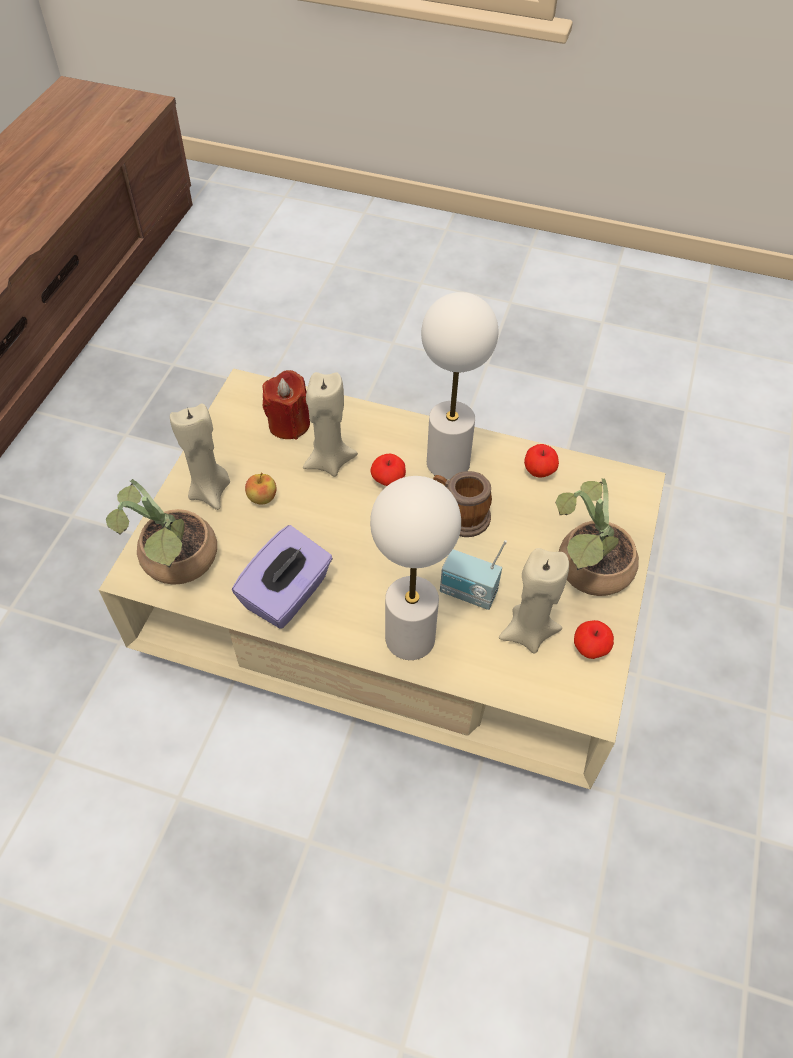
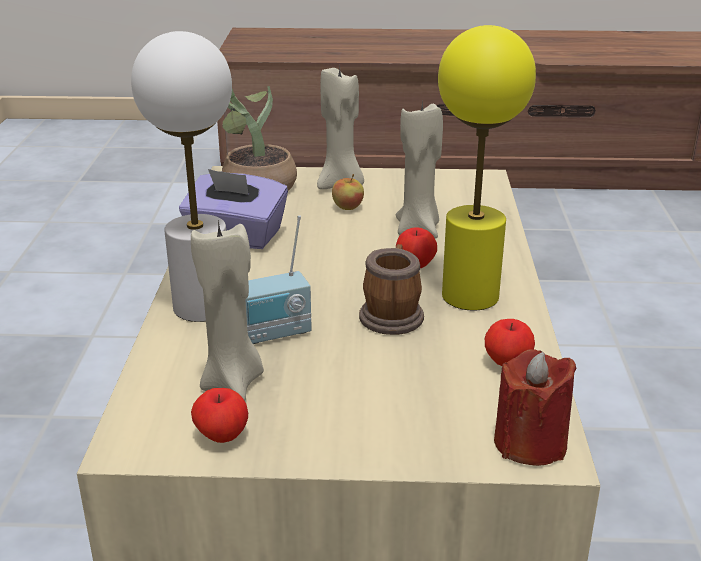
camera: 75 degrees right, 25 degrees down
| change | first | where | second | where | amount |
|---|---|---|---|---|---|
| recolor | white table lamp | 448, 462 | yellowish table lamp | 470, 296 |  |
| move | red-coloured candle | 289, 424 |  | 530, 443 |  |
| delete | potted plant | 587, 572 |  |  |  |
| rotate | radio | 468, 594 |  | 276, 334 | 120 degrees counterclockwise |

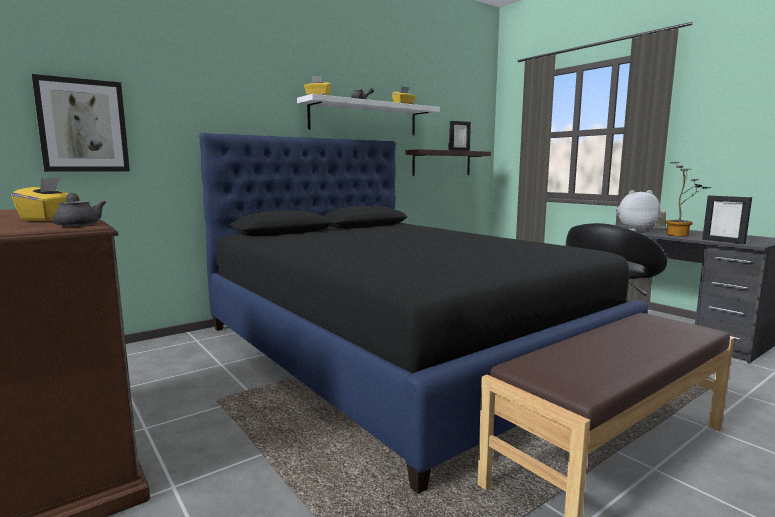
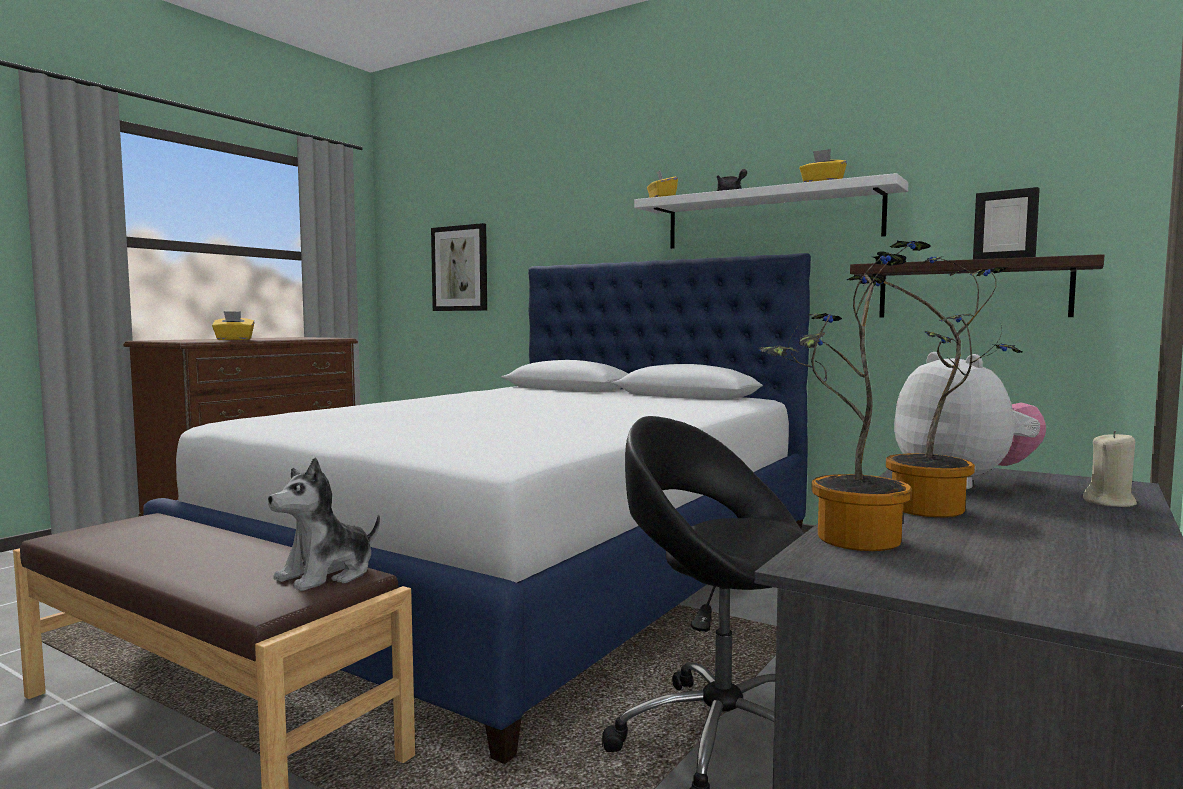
camera: 70 degrees right, 5 degrees down
| change | first | where | second | where | amount |
|---|---|---|---|---|---|
| recolor | black-coloured bed | 396, 350 | white bed | 531, 574 |  |
| delete | greyish pot for tea | 78, 224 |  |  |  |
| replace | standing frame | 723, 241 | potted plant | 845, 540 |  |
| insert |  |  | cuddly toy | 327, 575 |  |

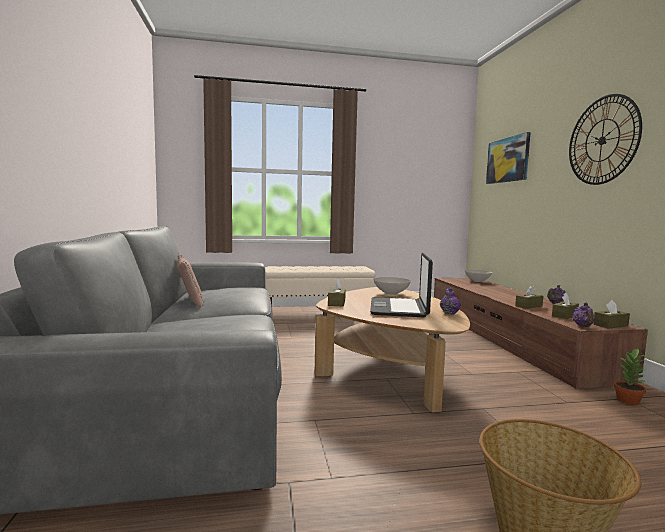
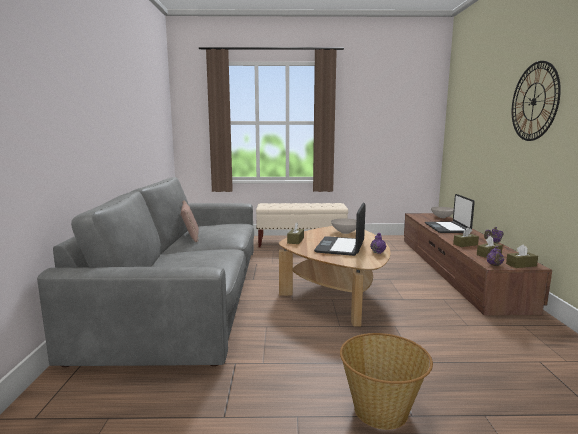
camera: 10 degrees right, 5 degrees up
| change | first | where | second | where | amount |
|---|---|---|---|---|---|
| delete | picture | 507, 160 |  |  |  |
| delete | potted plant | 628, 401 |  |  |  |
| insert |  |  | notebook computer | 447, 228 |  |

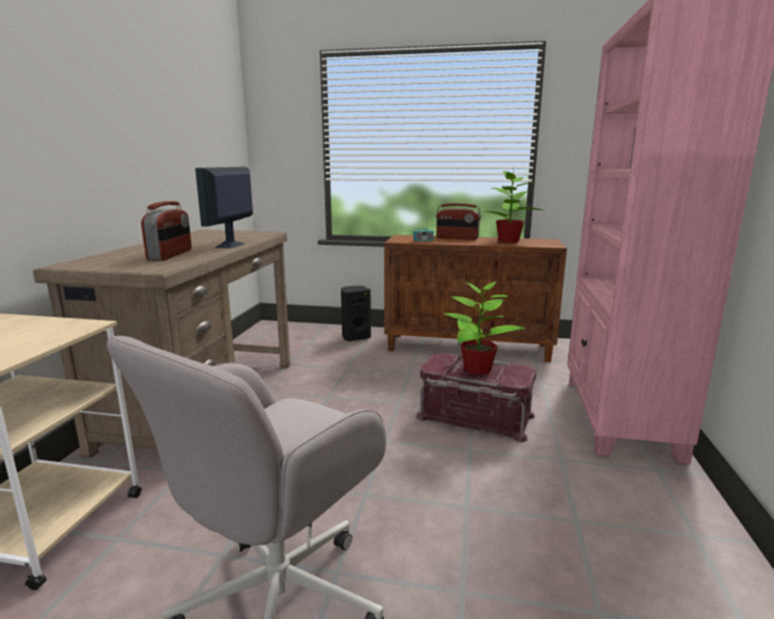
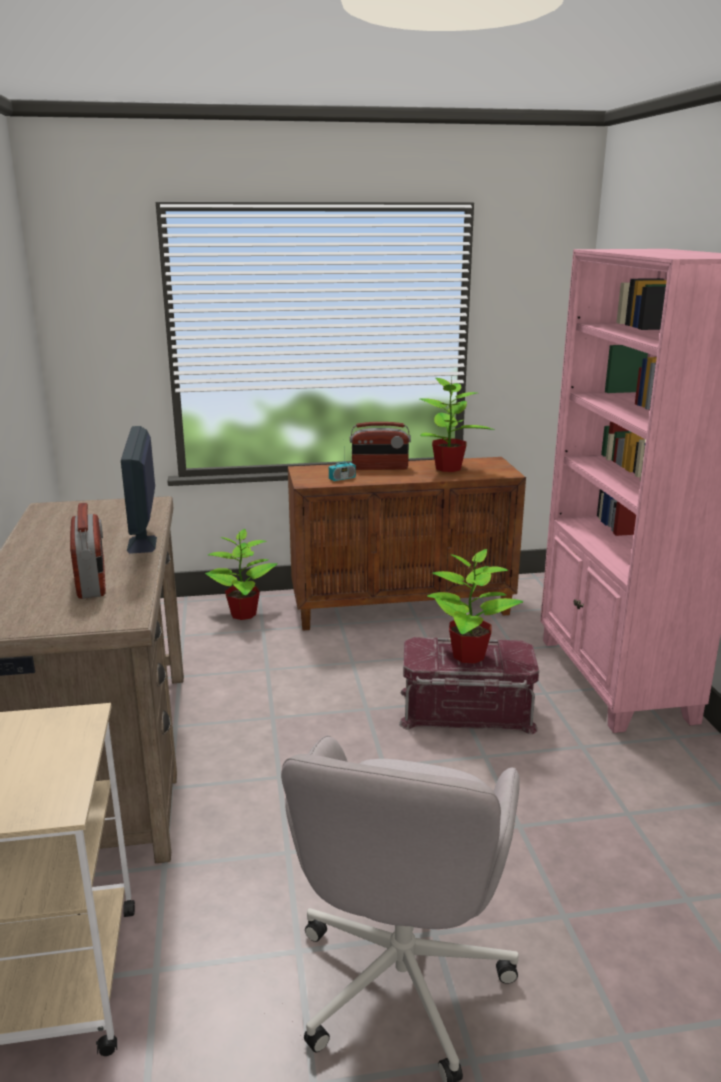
camera: 20 degrees left, 5 degrees up
| change | first | where | second | where | amount |
|---|---|---|---|---|---|
| replace | black-coloured speaker | 355, 337 | potted plant | 242, 614 |  |

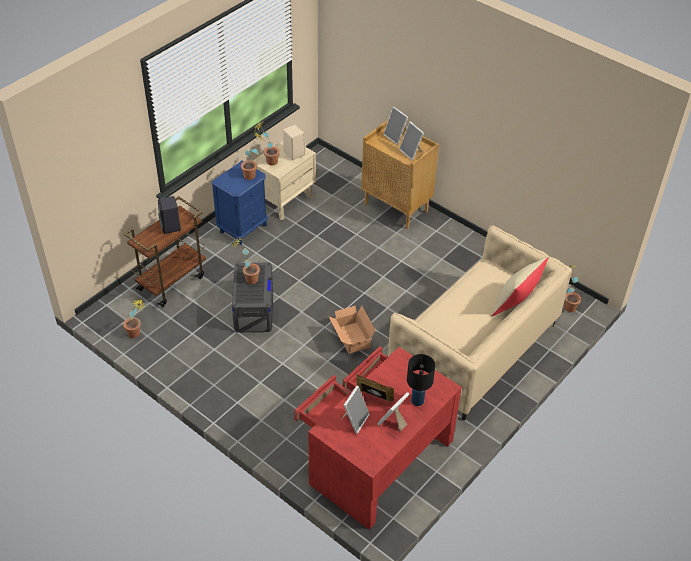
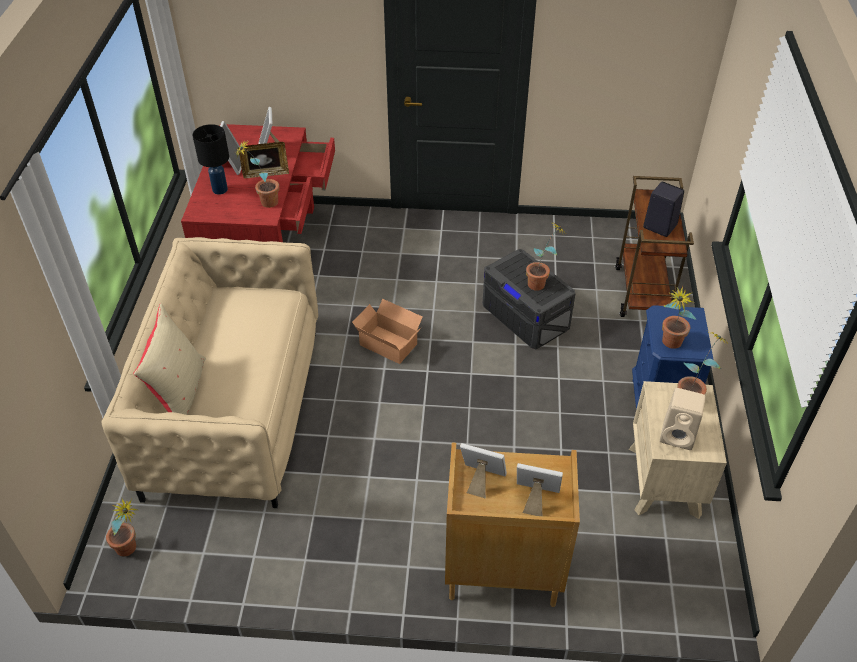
camera: 145 degrees right, 0 degrees up
| change | first | where | second | where | amount |
|---|---|---|---|---|---|
| move | potted plant | 137, 334 |  | 264, 202 |  |

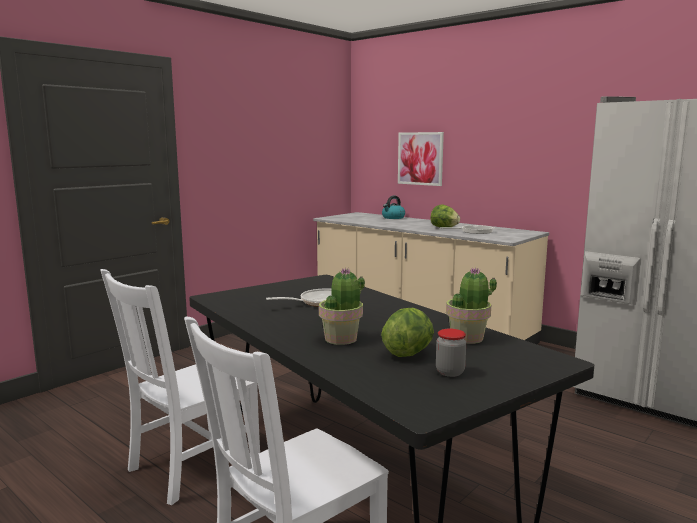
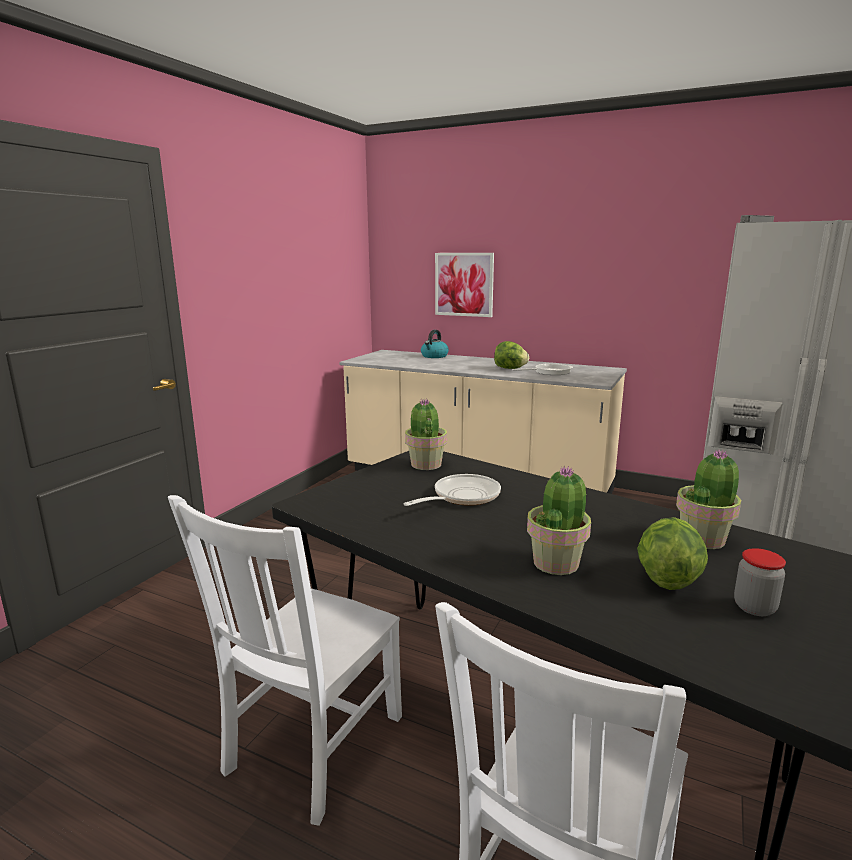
camera: 15 degrees left, 5 degrees up
| change | first | where | second | where | amount |
|---|---|---|---|---|---|
| insert |  |  | potted plant | 426, 465 |  |

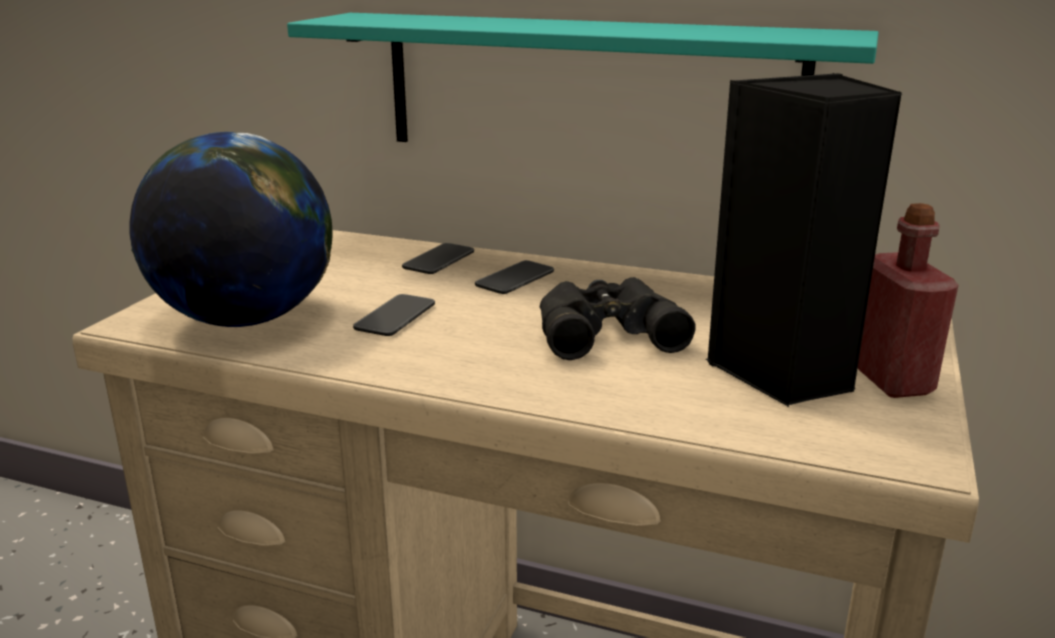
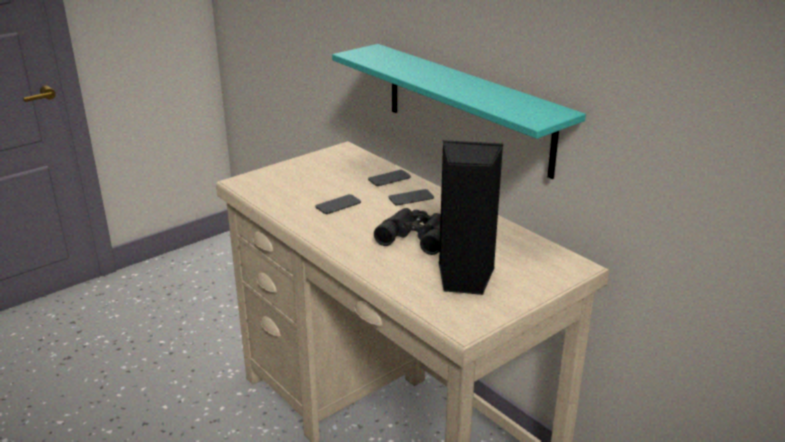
camera: 30 degrees right, 5 degrees up
| change | first | where | second | where | amount |
|---|---|---|---|---|---|
| delete | world globe | 246, 320 |  |  |  |
| delete | red-coloured drink bottle | 891, 380 |  |  |  |

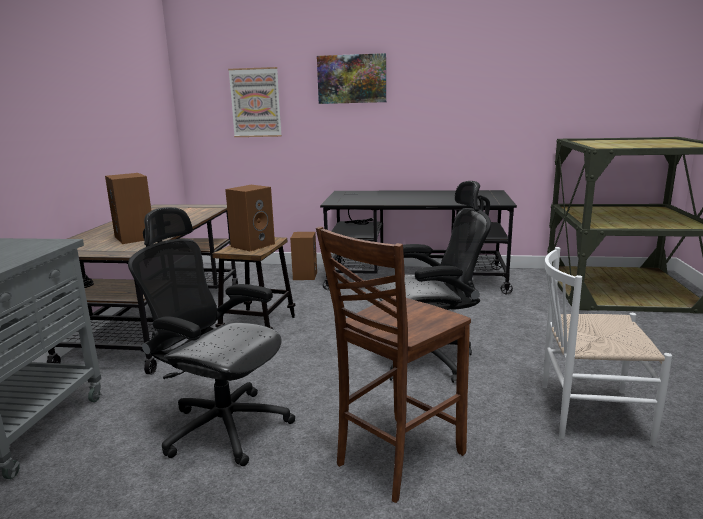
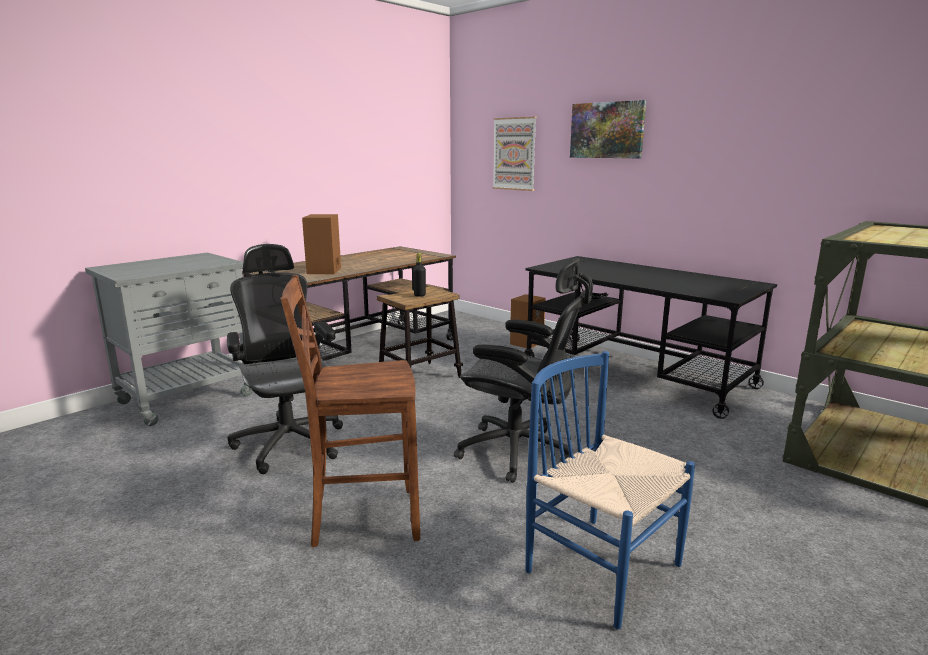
camera: 35 degrees right, 0 degrees up
| change | first | where | second | where | amount |
|---|---|---|---|---|---|
| replace | brown speaker | 253, 245 | black-coloured drink bottle | 419, 295 |  |
| recolor | white upright chair | 587, 413 | bluish upright chair | 597, 565 |  |

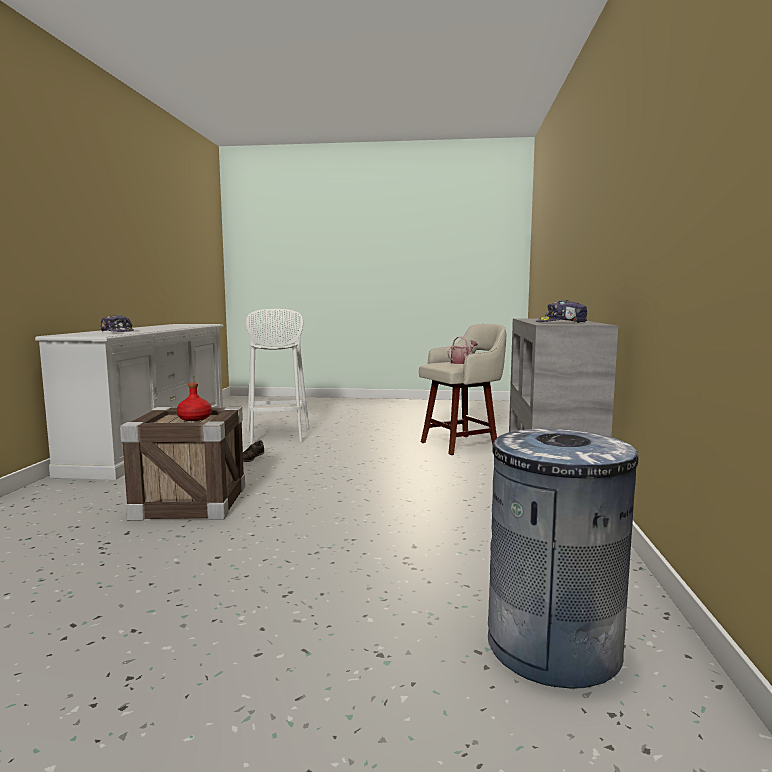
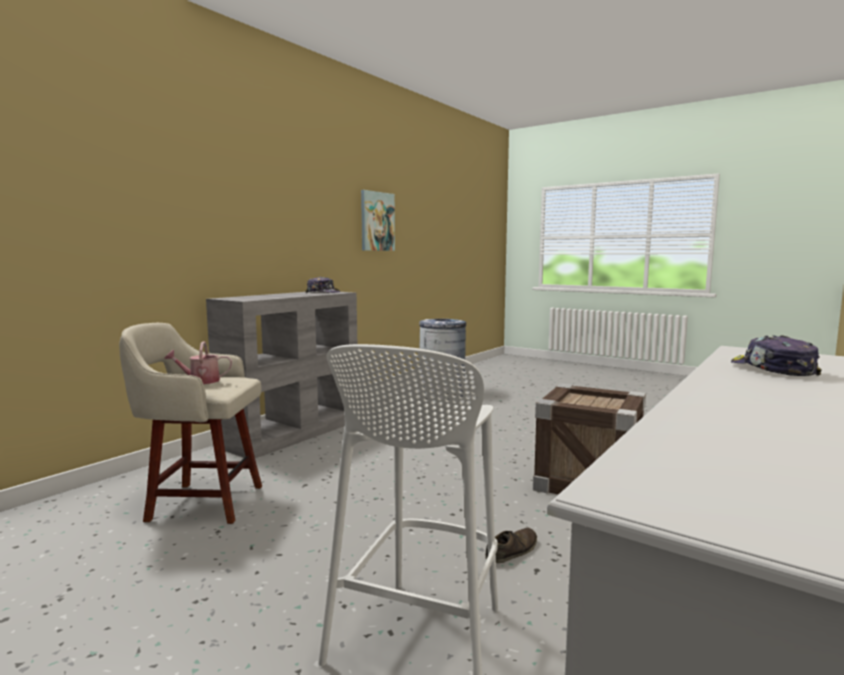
camera: 150 degrees left, 0 degrees up
| change | first | where | second | where | amount |
|---|---|---|---|---|---|
| delete | red-coloured drink bottle | 194, 418 |  |  |  |
| insert |  |  | picture | 377, 221 |  |

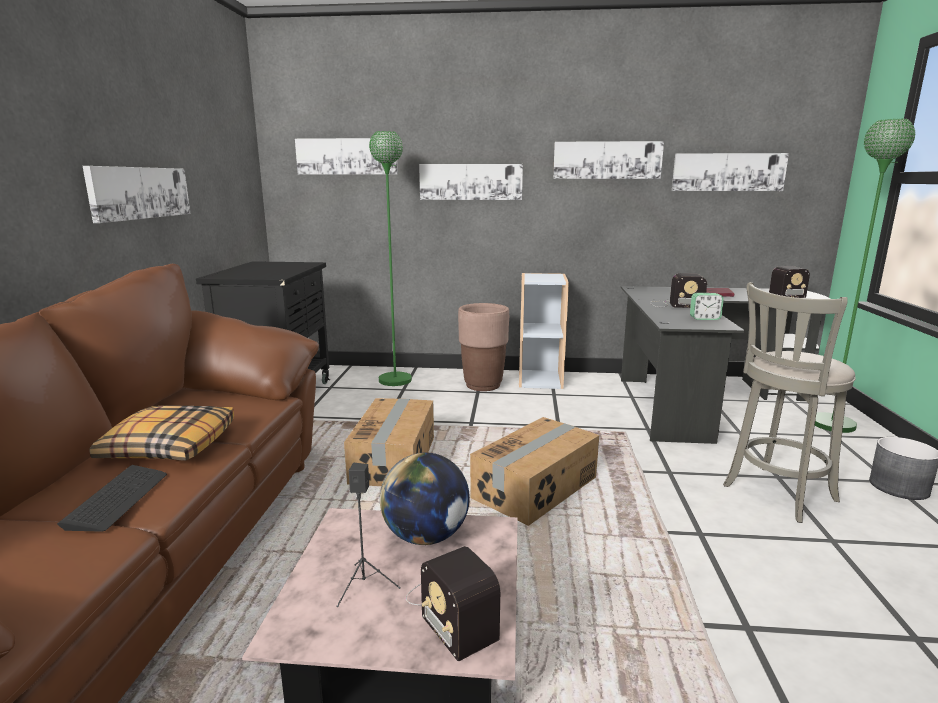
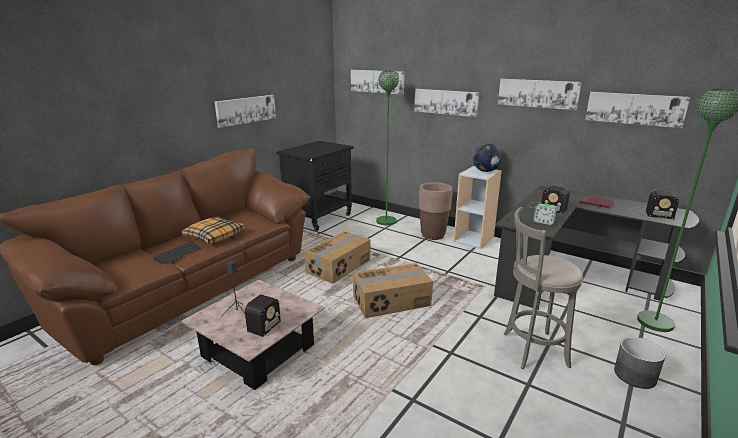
camera: 30 degrees right, 5 degrees up
| change | first | where | second | where | amount |
|---|---|---|---|---|---|
| move | world globe | 426, 536 |  | 485, 171 |  |
| rotate | radio | 451, 610 |  | 255, 331 | 150 degrees counterclockwise |

